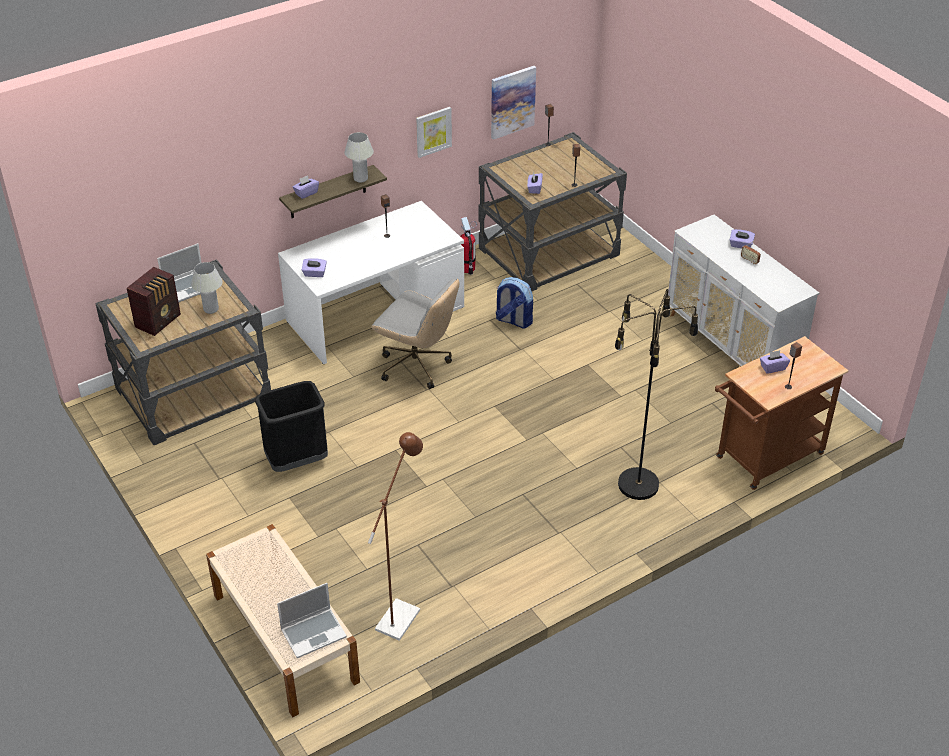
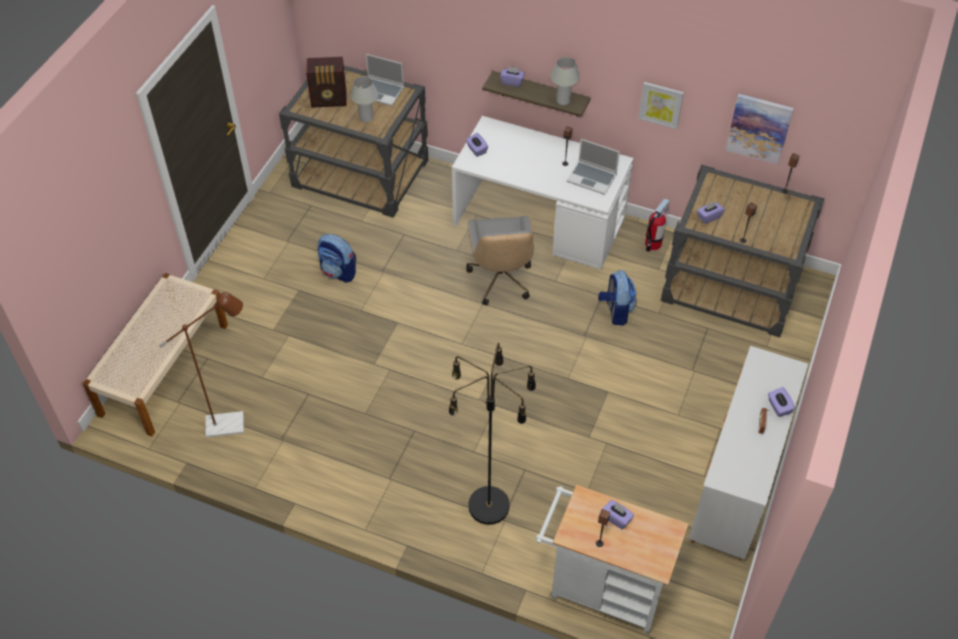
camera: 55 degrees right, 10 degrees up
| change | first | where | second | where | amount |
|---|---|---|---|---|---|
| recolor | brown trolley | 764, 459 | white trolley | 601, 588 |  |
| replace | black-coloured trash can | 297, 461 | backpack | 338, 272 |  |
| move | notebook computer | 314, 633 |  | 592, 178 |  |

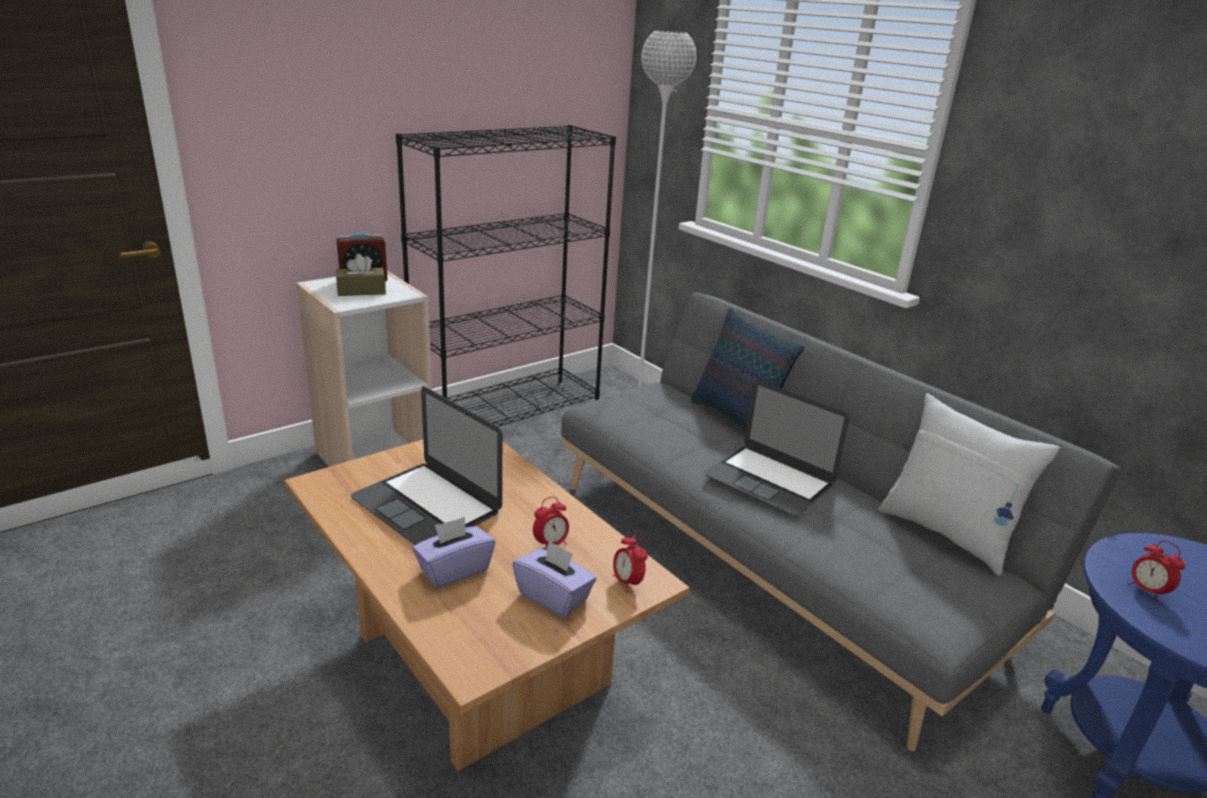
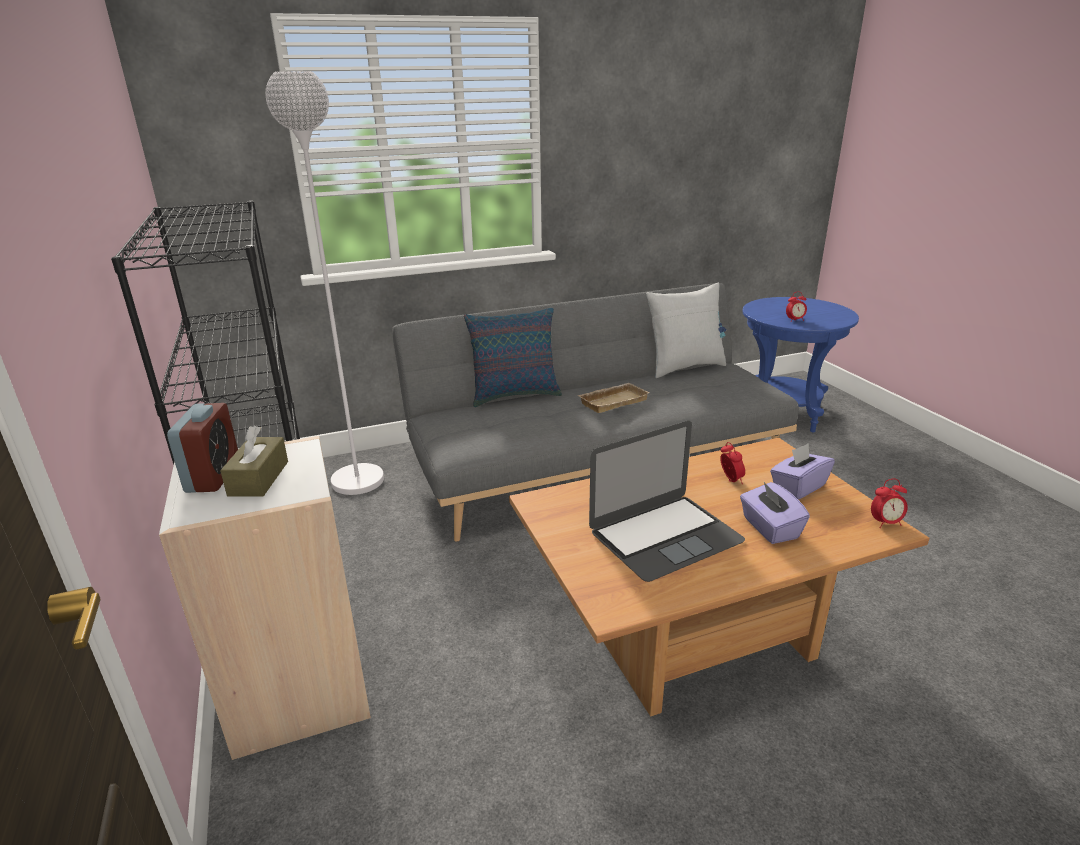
camera: 70 degrees left, 0 degrees up
| change | first | where | second | where | amount |
|---|---|---|---|---|---|
| replace | notebook computer | 769, 480 | beige-coloured tray | 613, 401 |  |
| move | bedside clock | 627, 582 |  | 885, 523 |  |

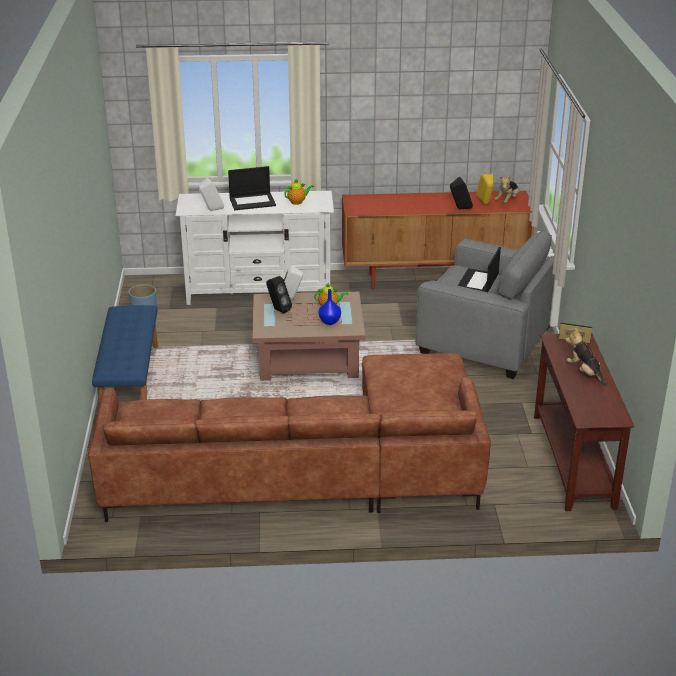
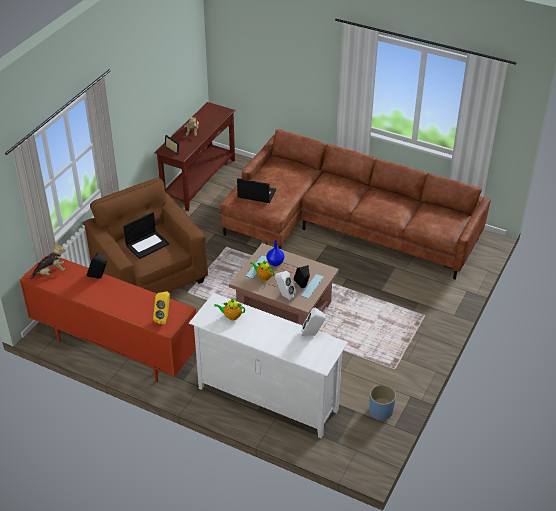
camera: 150 degrees left, 10 degrees up
| change | first | where | second | where | amount |
|---|---|---|---|---|---|
| move | notebook computer | 252, 201 |  | 256, 194 |  |
| move | yellowish speaker | 485, 204 |  | 164, 318 |  |
| recolor | greyish armchair | 484, 340 | brown armchair | 149, 275 |  |
| delete | bluish long seat | 129, 382 |  |  |  |

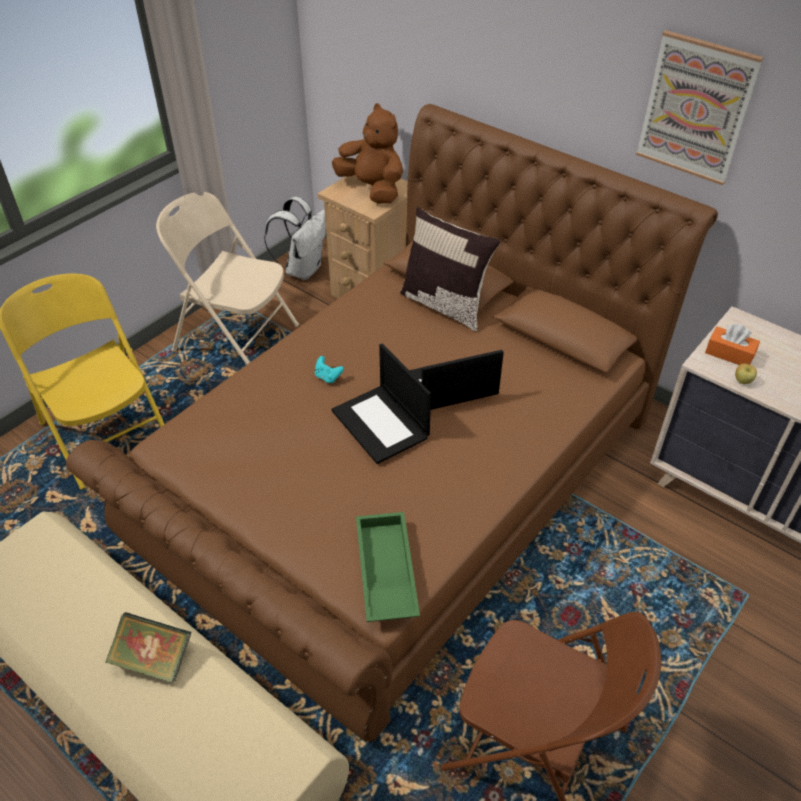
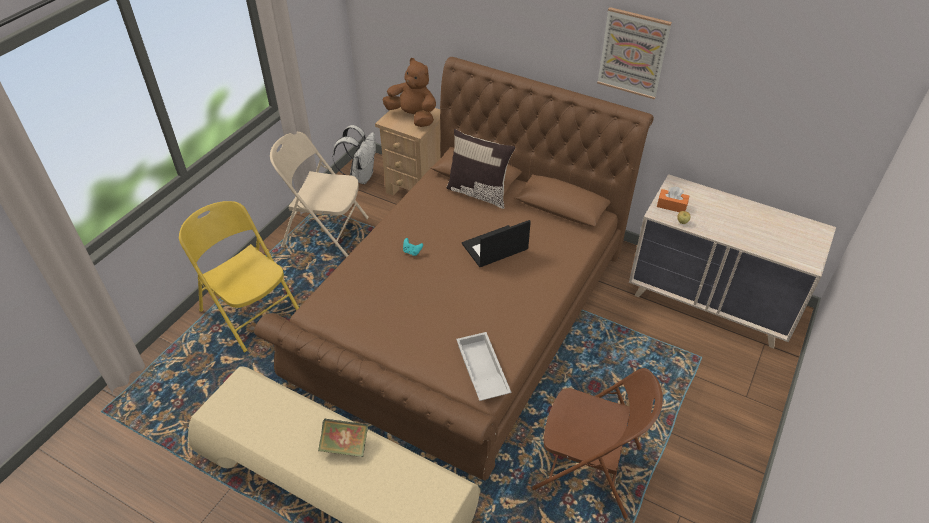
camera: 10 degrees left, 0 degrees up
| change | first | where | second | where | amount |
|---|---|---|---|---|---|
| delete | notebook computer | 381, 424 |  |  |  |
| recolor | green tray | 384, 572 | white tray | 481, 370 |  |

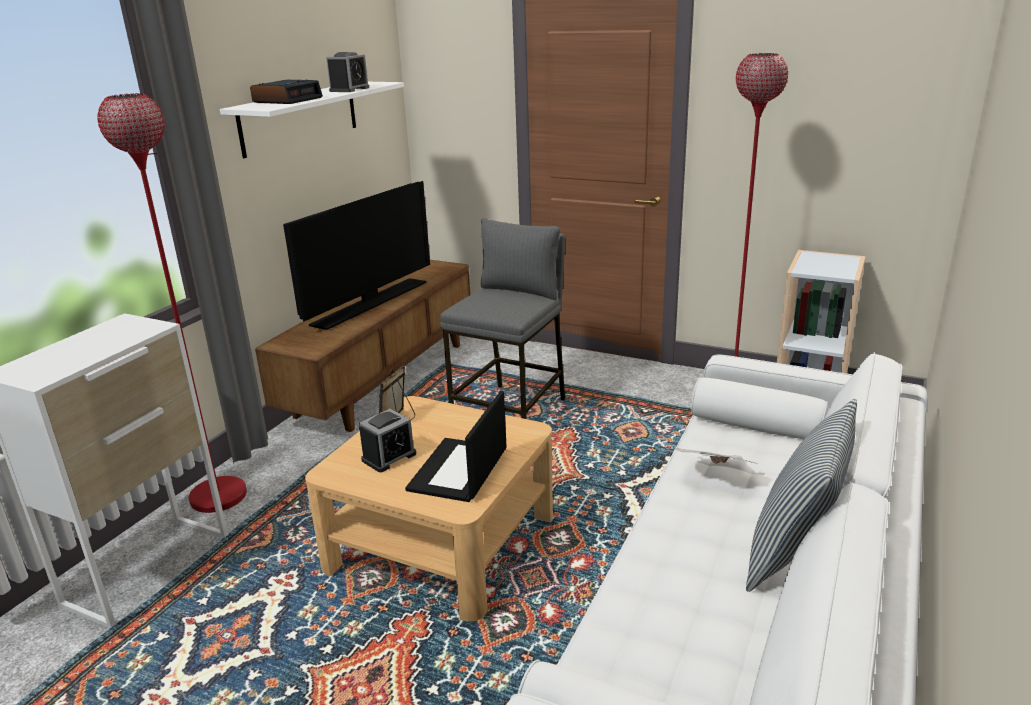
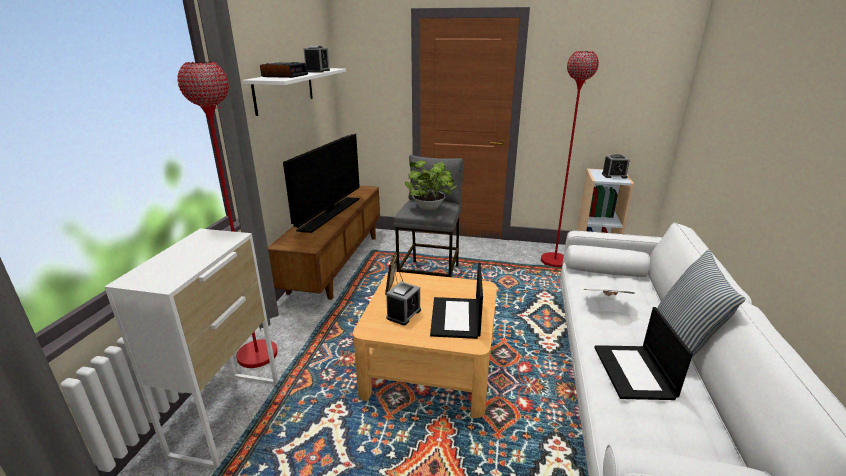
camera: 15 degrees left, 0 degrees up
| change | first | where | second | where | amount |
|---|---|---|---|---|---|
| insert |  |  | bedside clock | 614, 175 |  |
| insert |  |  | potted plant | 430, 208 |  |
| insert |  |  | notebook computer | 634, 372 |  |

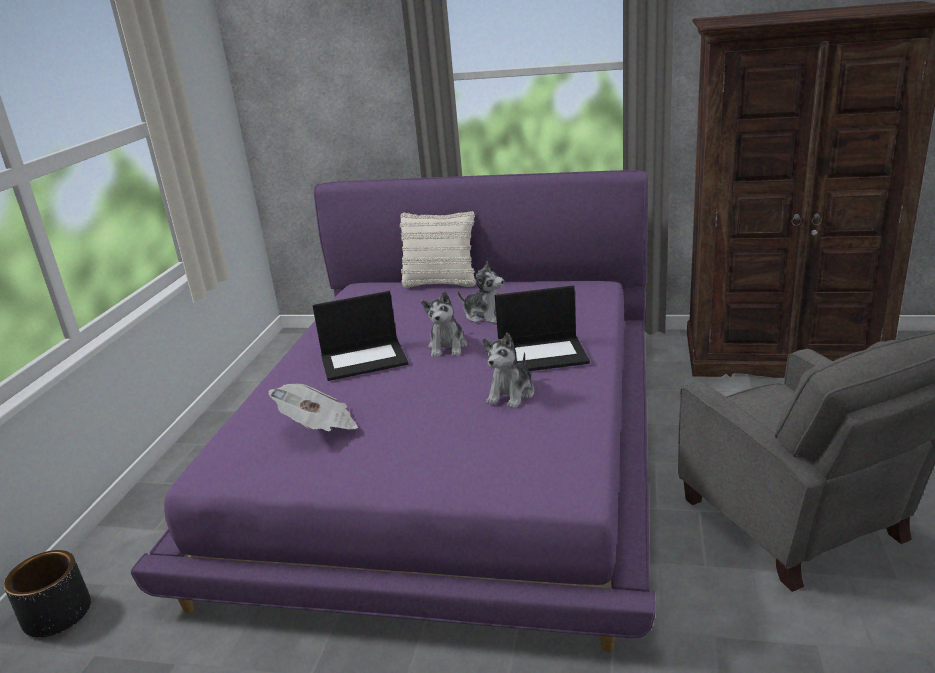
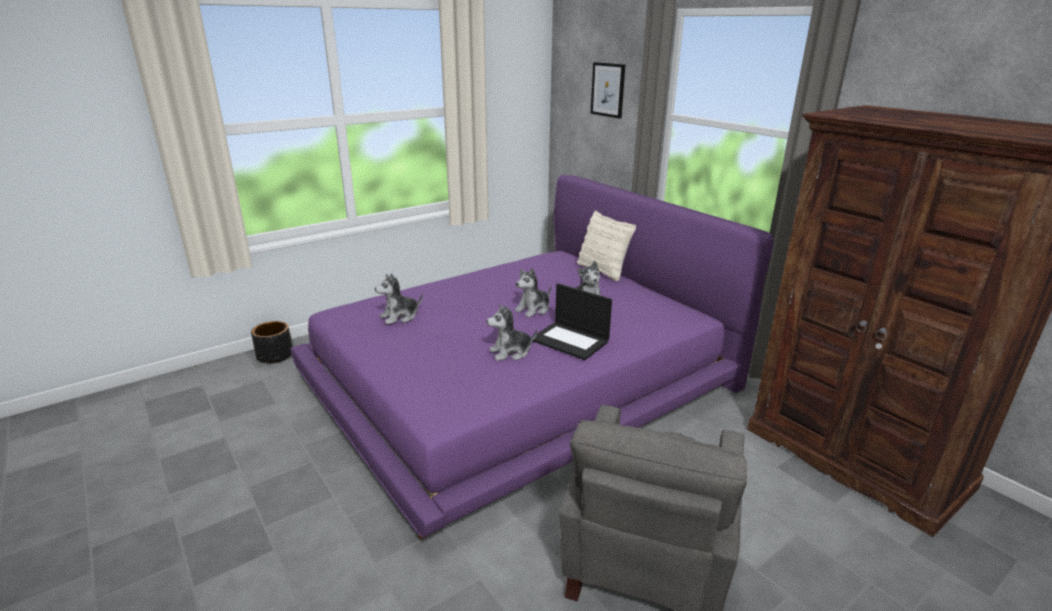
camera: 40 degrees right, 0 degrees up
| change | first | where | second | where | amount |
|---|---|---|---|---|---|
| delete | notebook computer | 365, 359 |  |  |  |
| replace | daily paper | 319, 426 | cuddly toy | 400, 317 |  |
| insert |  |  | picture | 608, 90 |  |

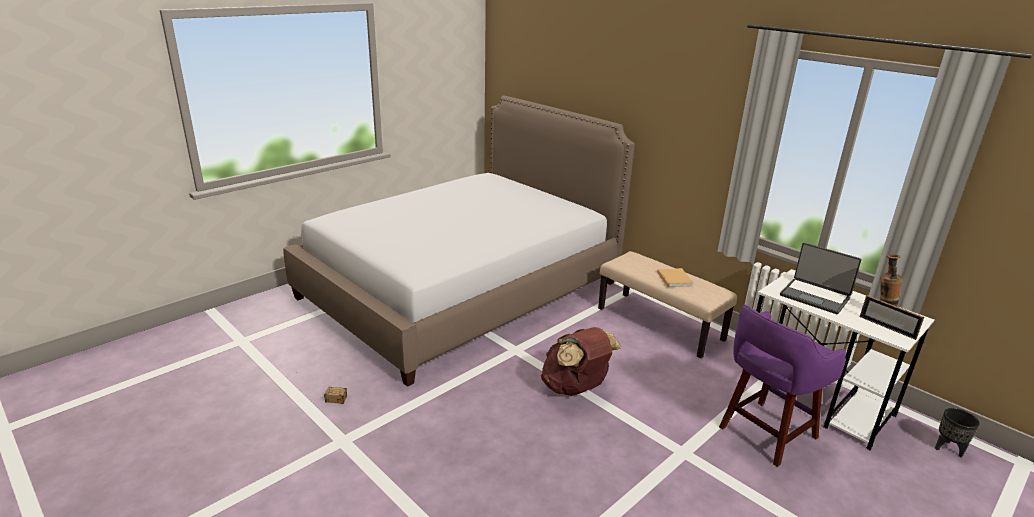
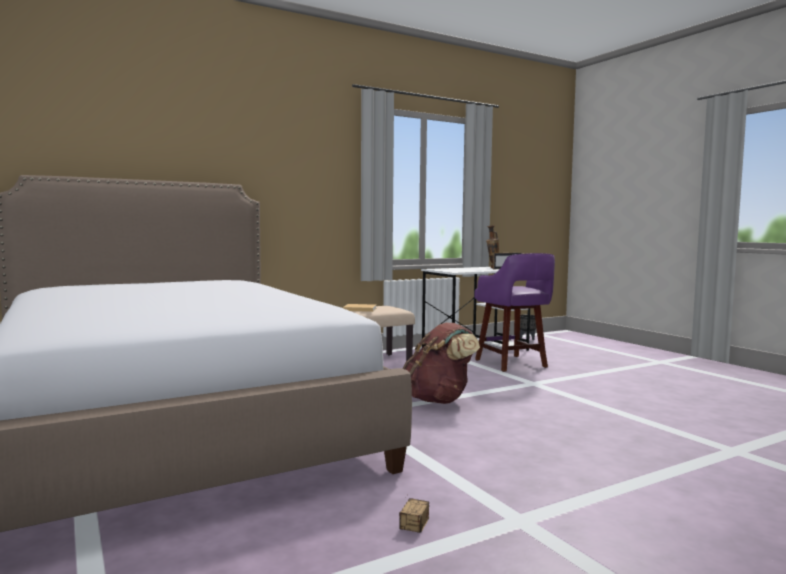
camera: 75 degrees left, 20 degrees down
| change | first | where | second | where | amount |
|---|---|---|---|---|---|
| delete | notebook computer | 815, 296 |  |  |  |

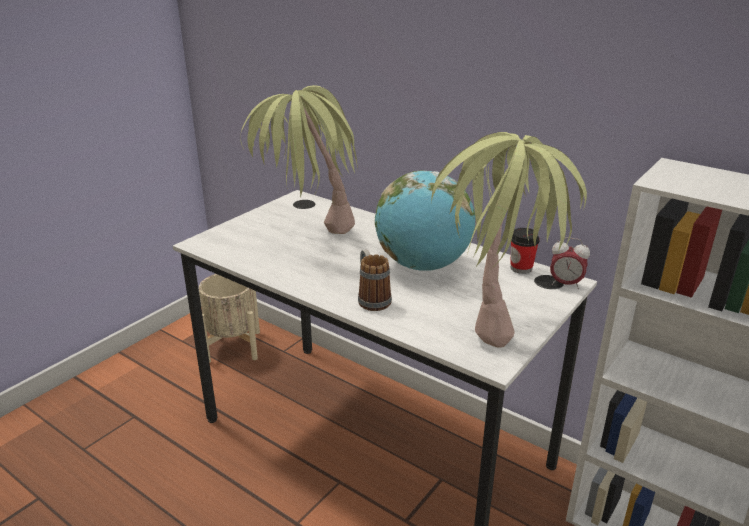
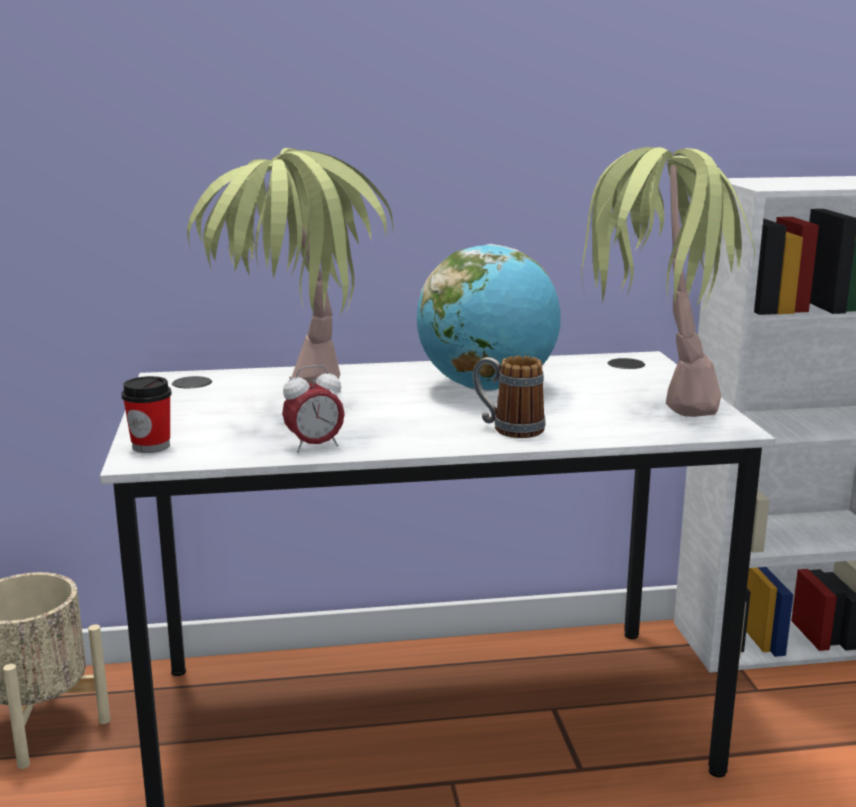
camera: 45 degrees left, 10 degrees down
| change | first | where | second | where | amount |
|---|---|---|---|---|---|
| move | small cup | 521, 268 |  | 151, 446 |  |
| move | bedside clock | 565, 284 |  | 314, 446 |  |

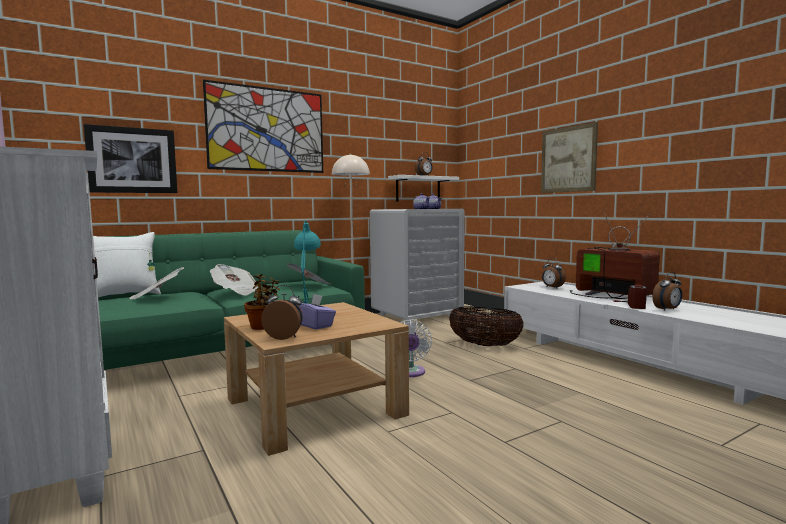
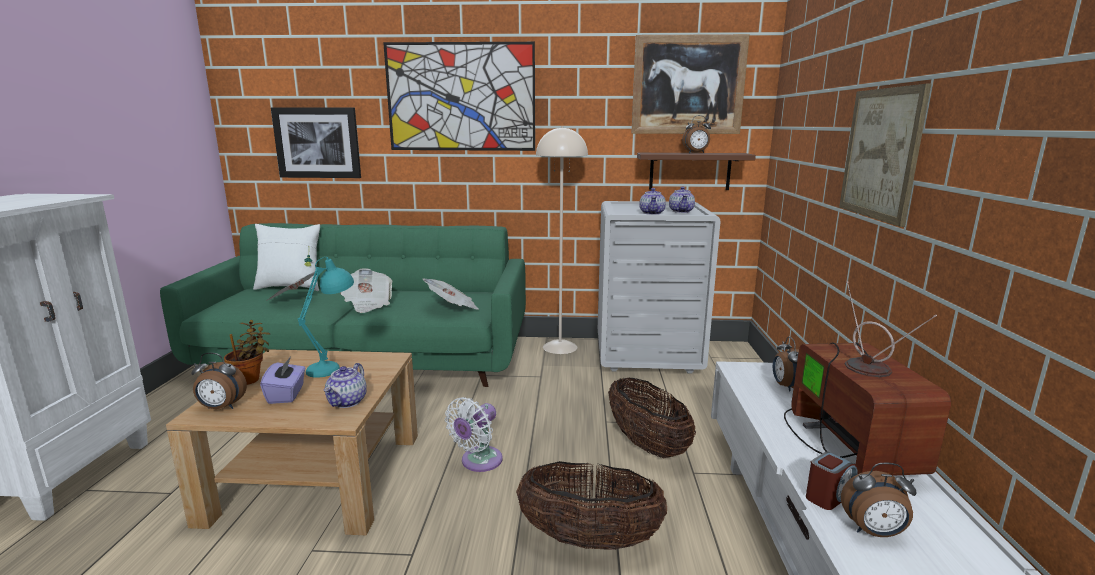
camera: 35 degrees right, 10 degrees up
| change | first | where | second | where | amount |
|---|---|---|---|---|---|
| recolor | white shelf | 418, 189 | brown shelf | 689, 171 |  |
| rotate | bedside clock | 284, 337 |  | 221, 408 | 135 degrees clockwise |
| insert |  |  | picture | 688, 85 |  |
| insert |  |  | pot for tea | 347, 402 |  |
| insert |  |  | household basket | 589, 539 |  |

